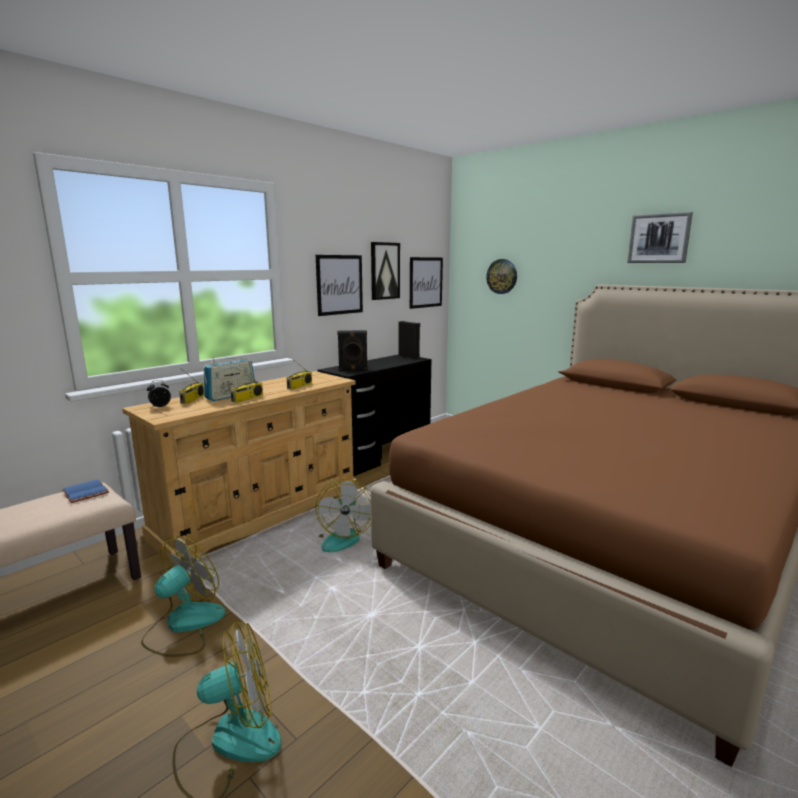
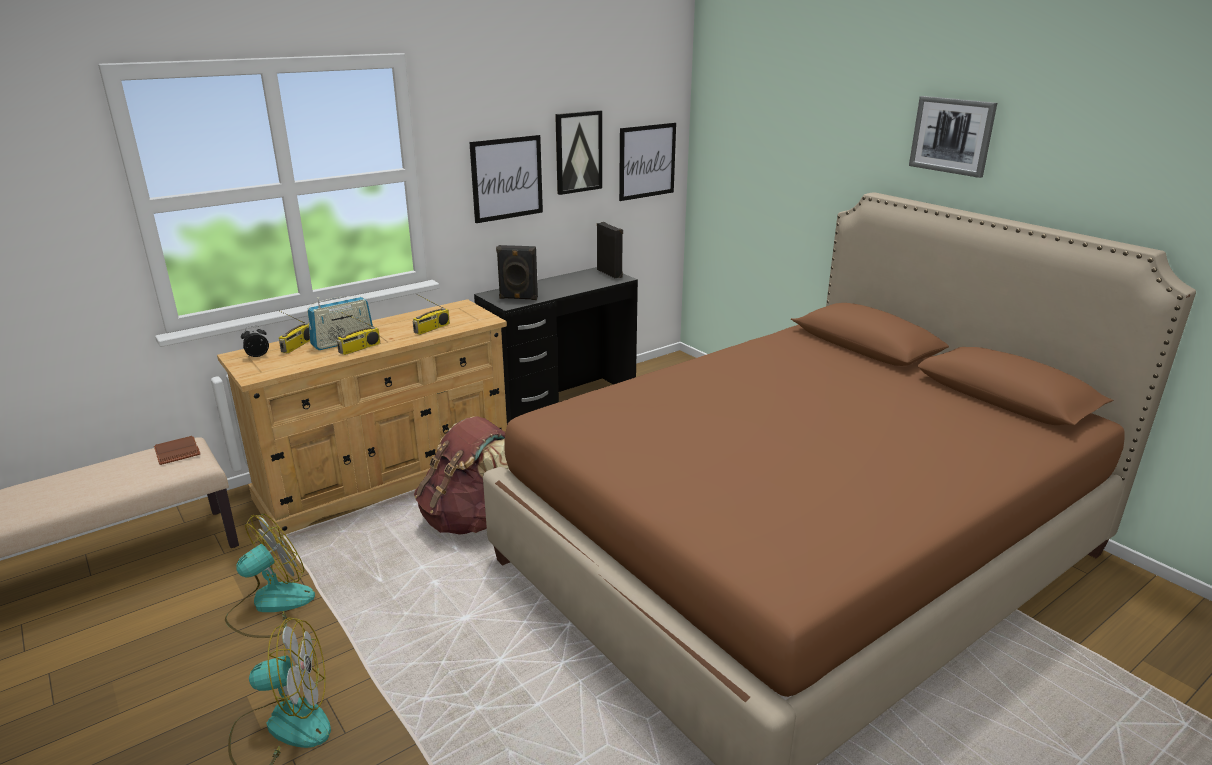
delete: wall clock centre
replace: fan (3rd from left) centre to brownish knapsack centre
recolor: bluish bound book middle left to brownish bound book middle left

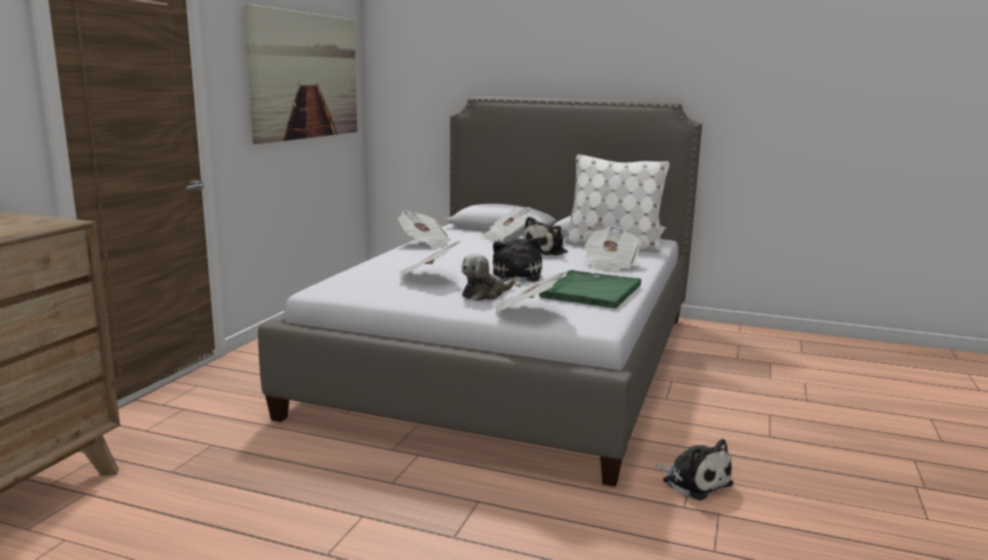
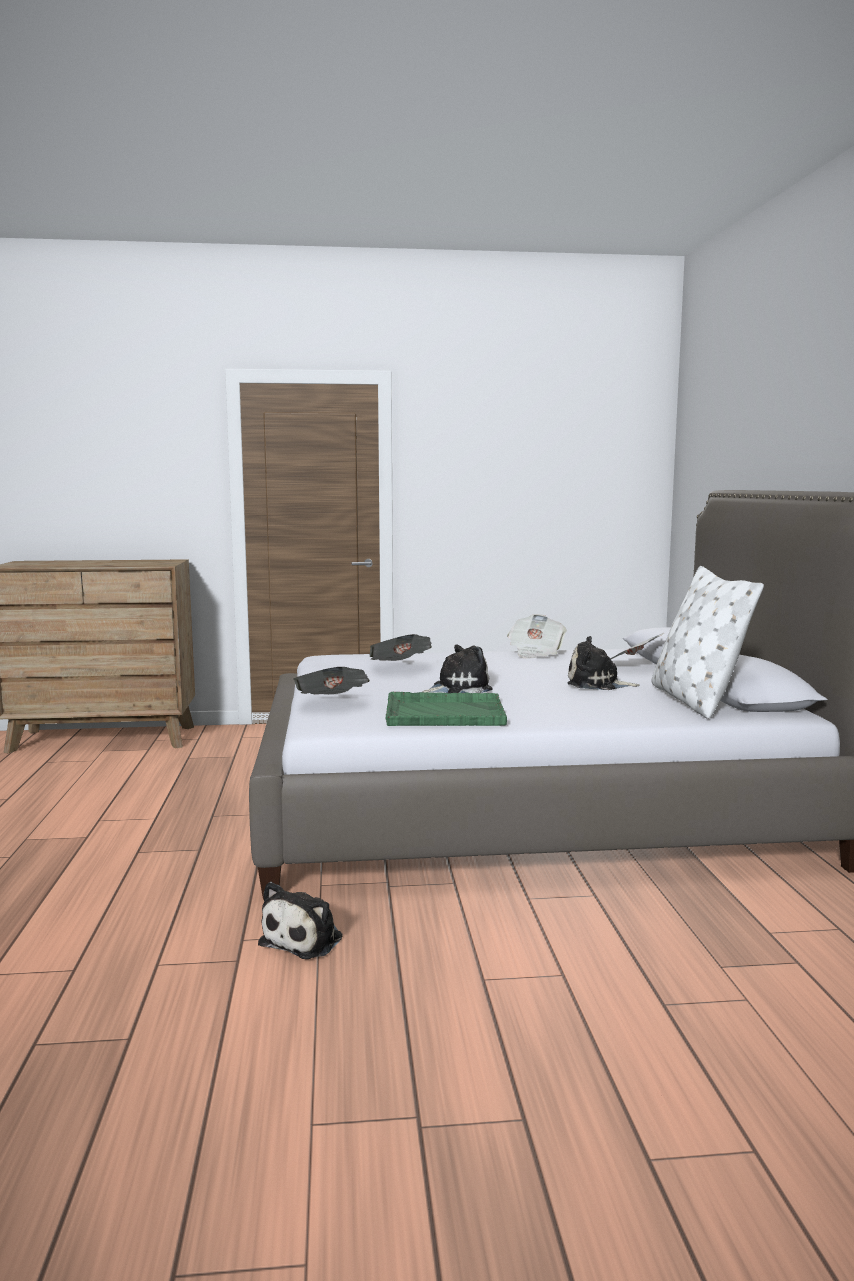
delete: picture top left; daily paper (5th from left) centre; cuddly toy (1st from left) centre

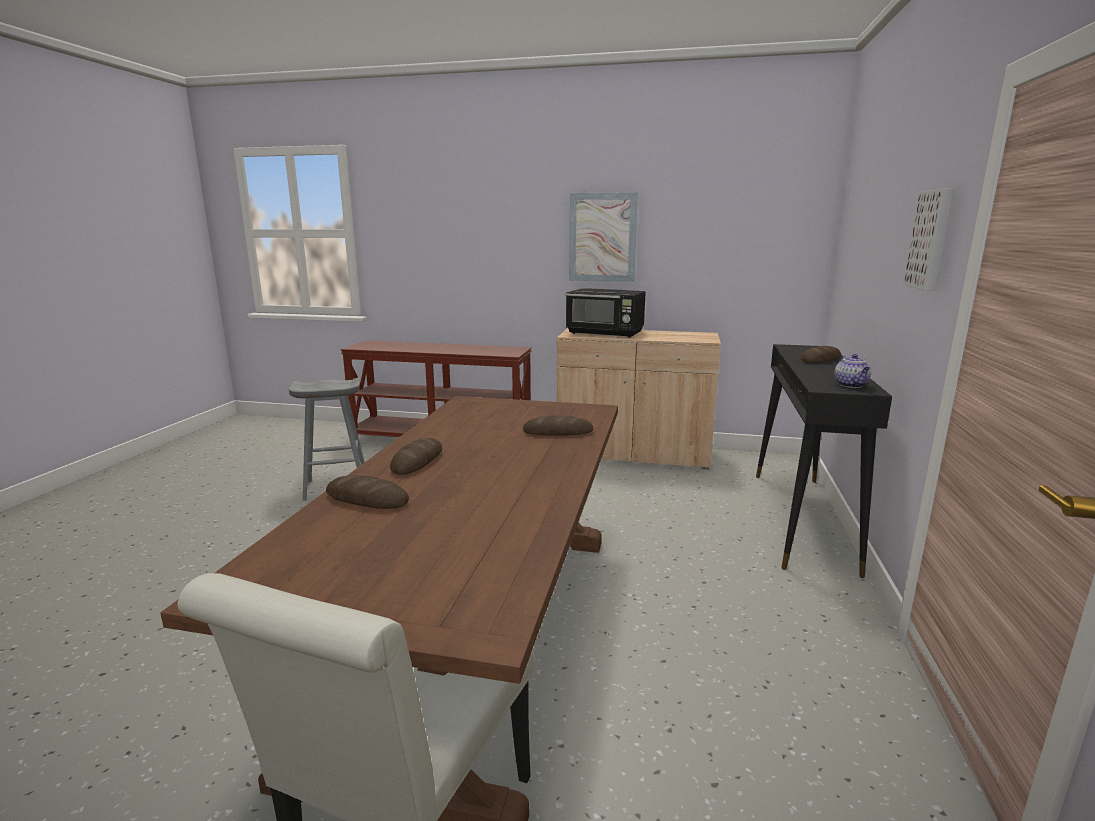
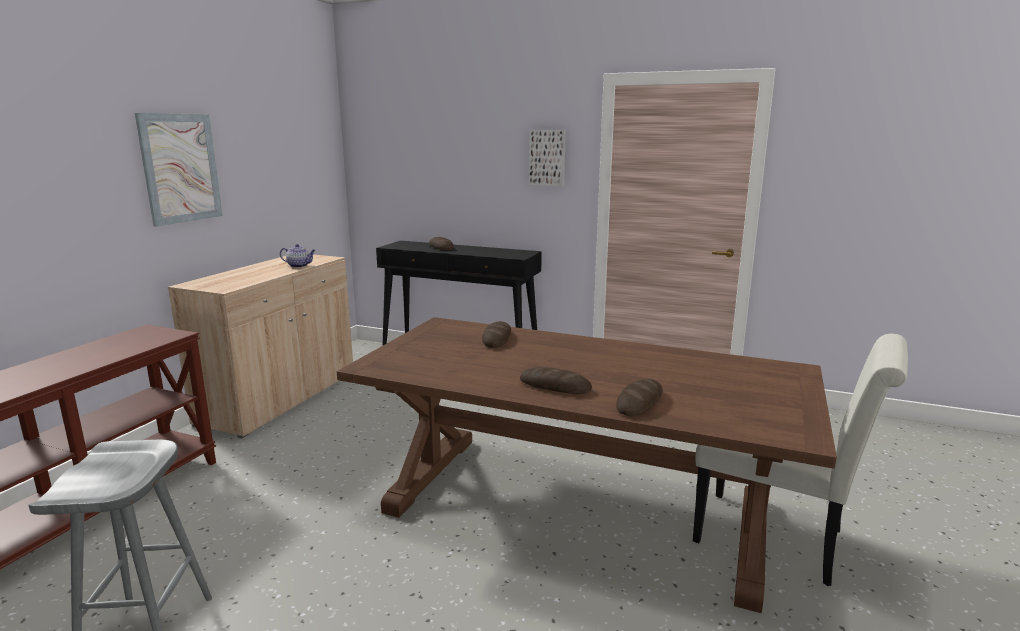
delete: blackish kitchen microwave centre
move: teapot middle right to middle left

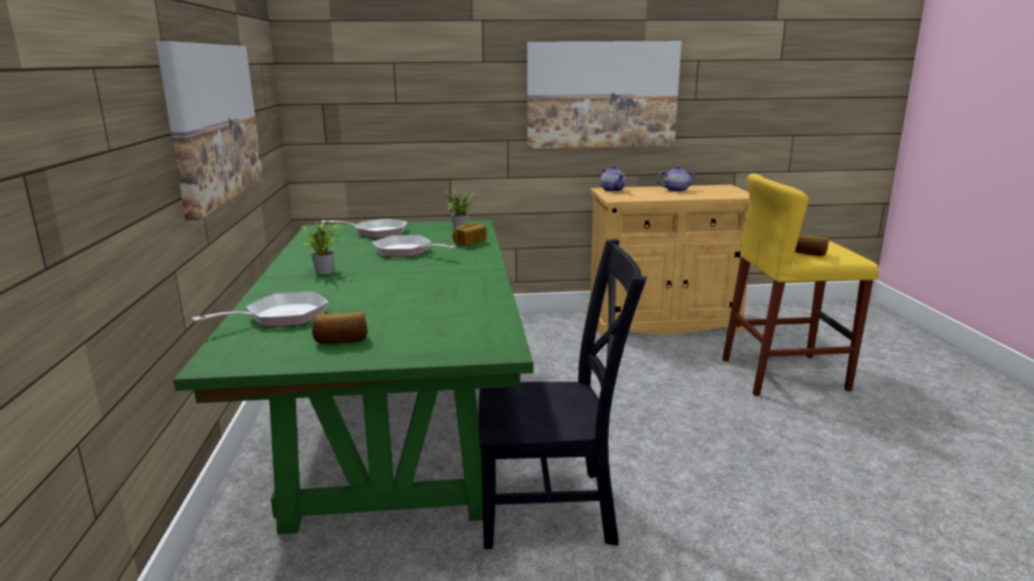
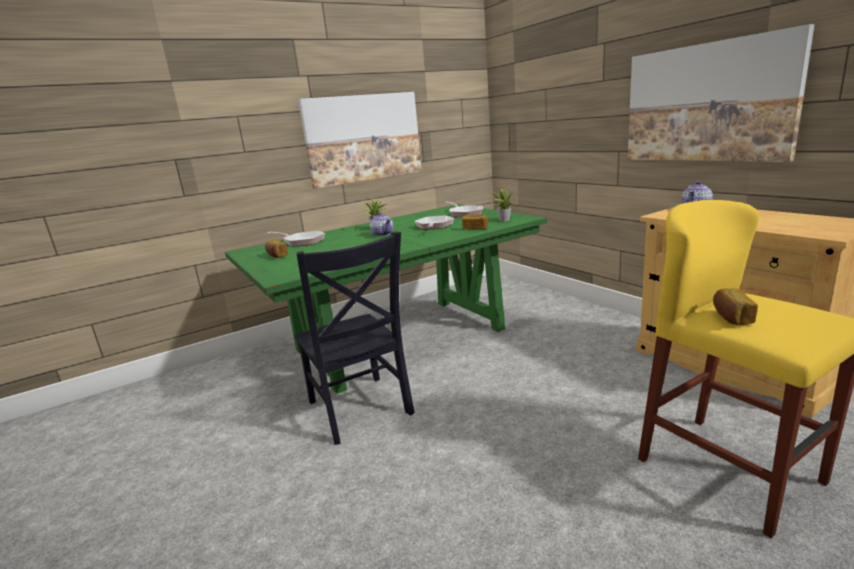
move: teapot (2nd from left in the first image) top centre to teapot (1st from left) centre

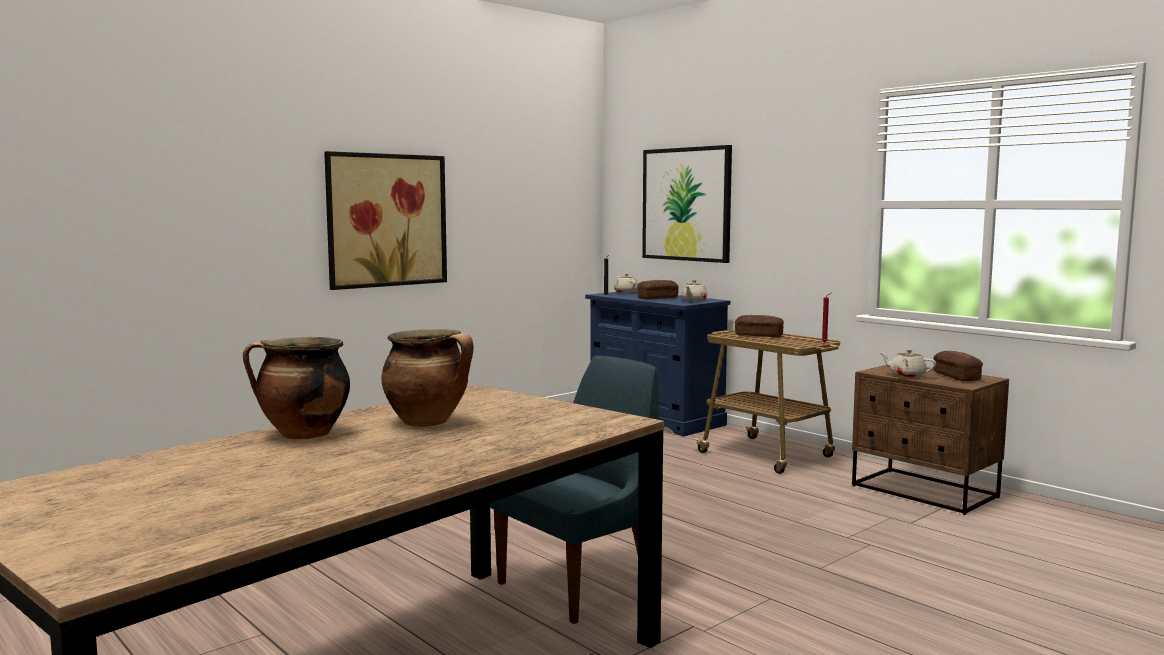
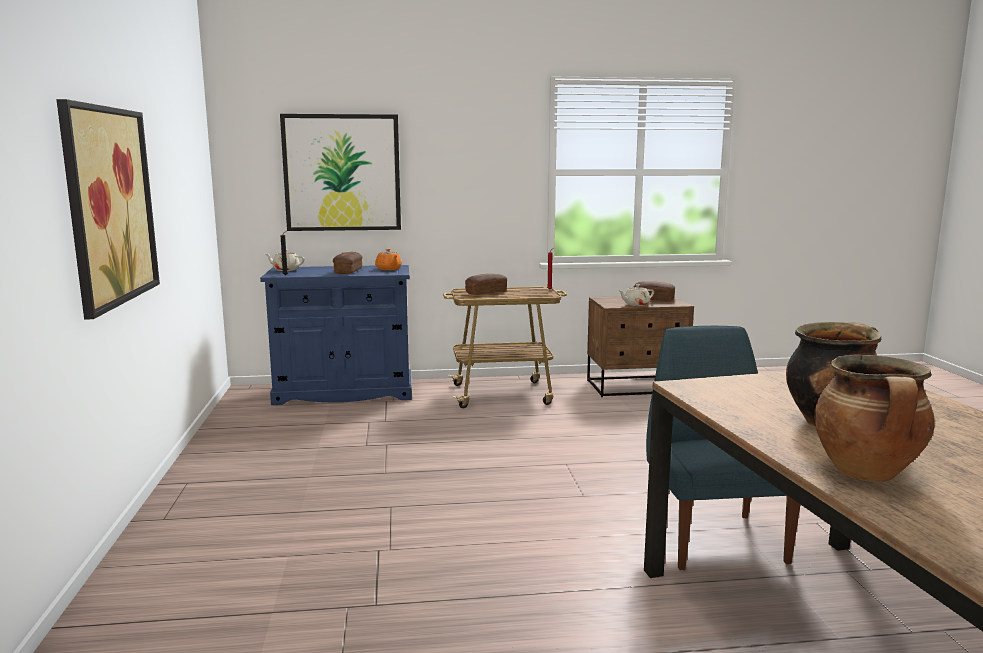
recolor: sand-coloured teapot (2nd from left) centre to orange teapot centre

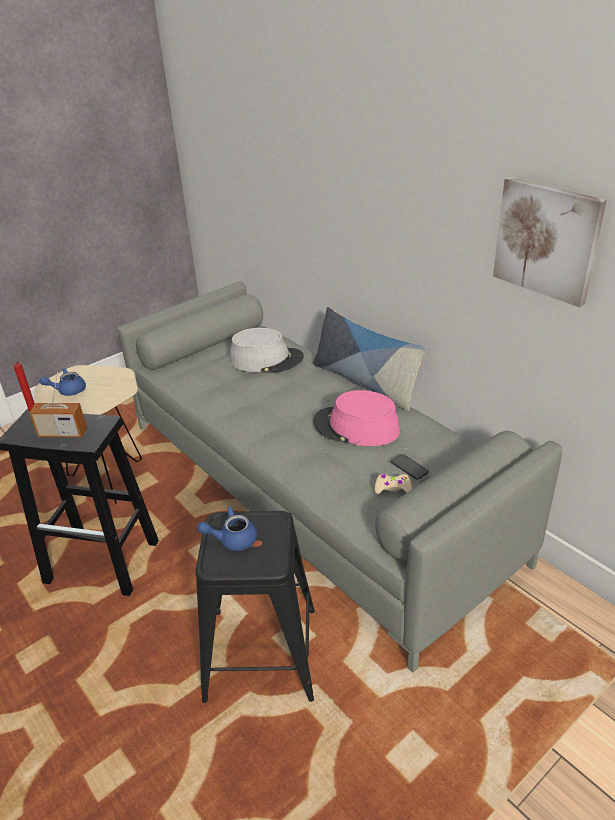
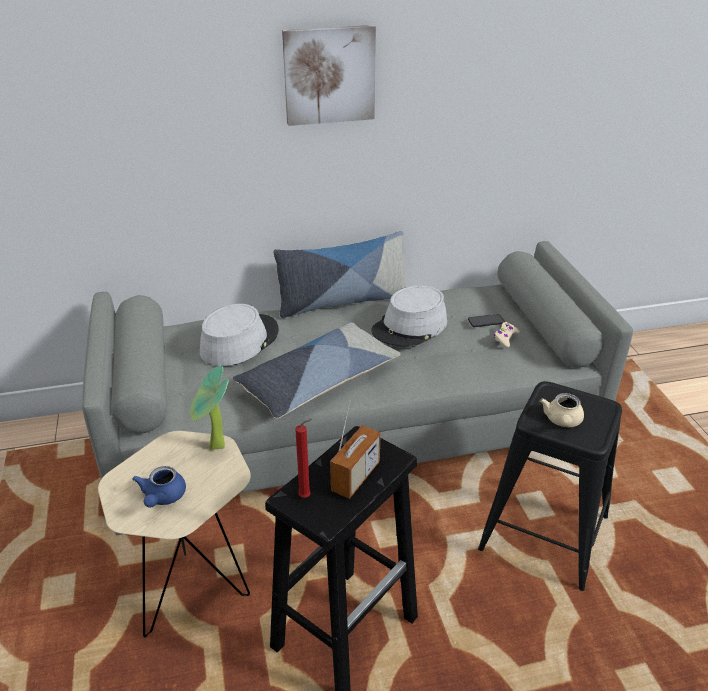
insert: cushion (1st from left) centre; houseplant middle left
move: picture top right to top centre
recolor: pinkish clothing hat centre to greyish clothing hat (2nd from left) centre; bluish teapot (2nd from left) centre to sand-coloured teapot middle right

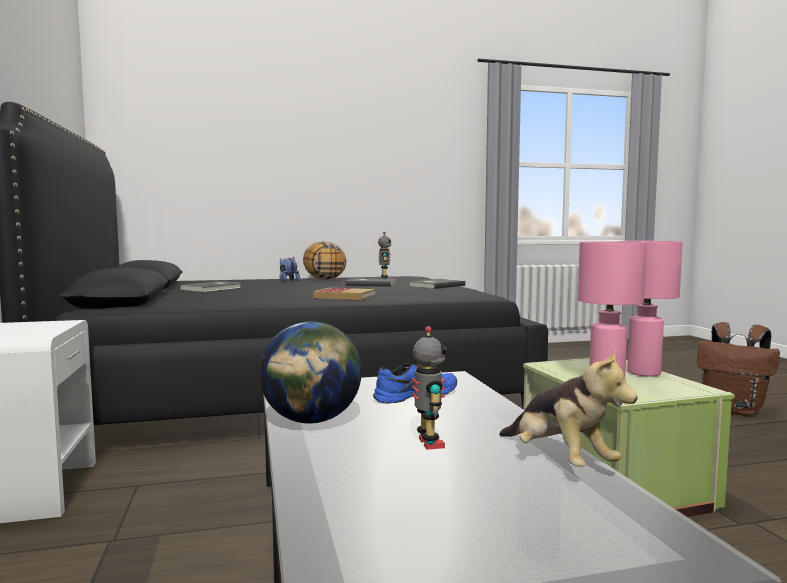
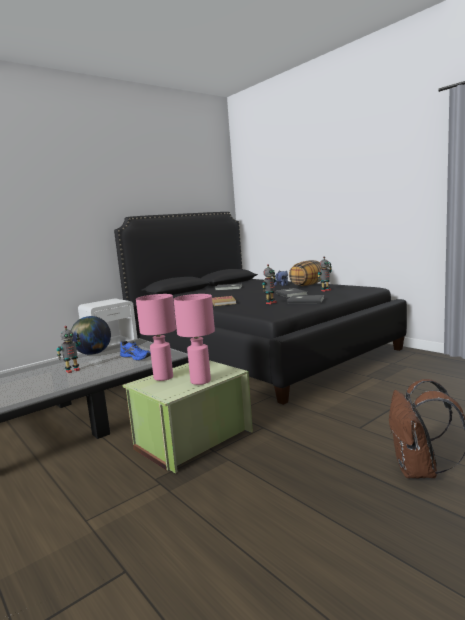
delete: cuddly toy (2nd from left) bottom right
insert: model robot (2nd from left) centre

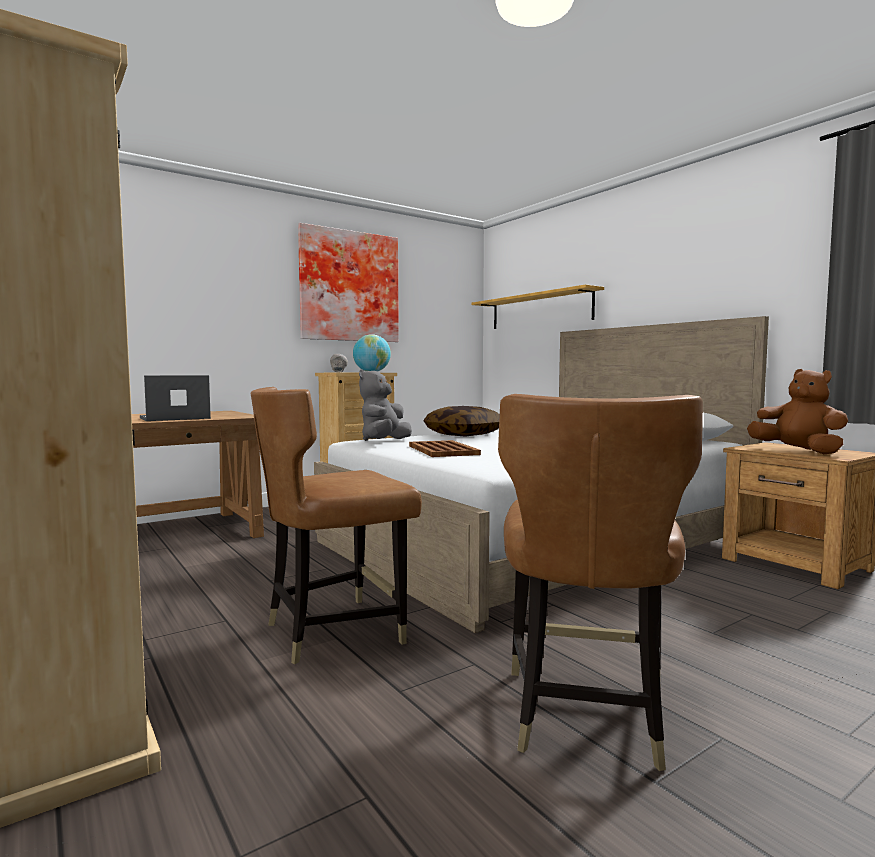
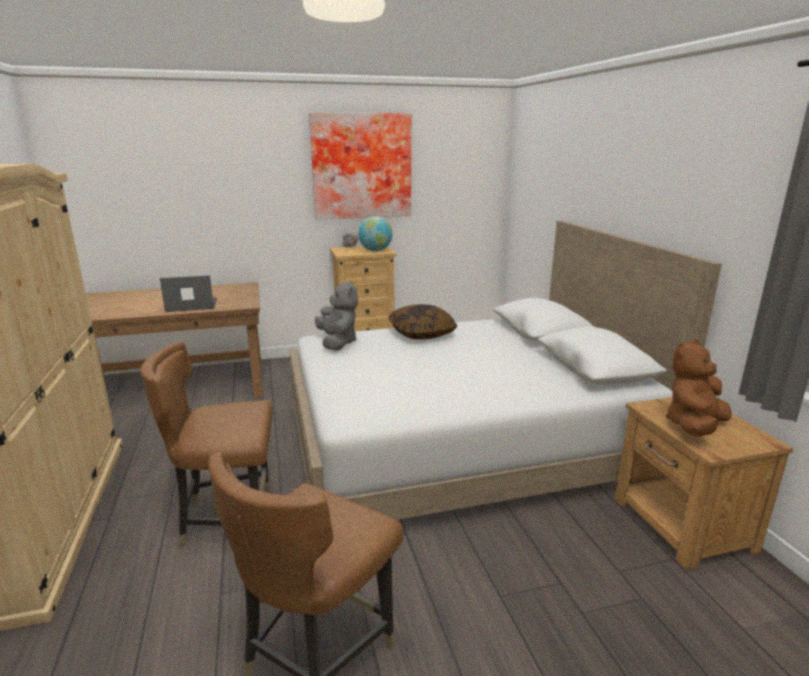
delete: shelf centre; brownish serving tray centre
rotate: greyish cuddly toy centre = centre 120 degrees clockwise; brownish cuddly toy middle right = middle right 120 degrees counterclockwise

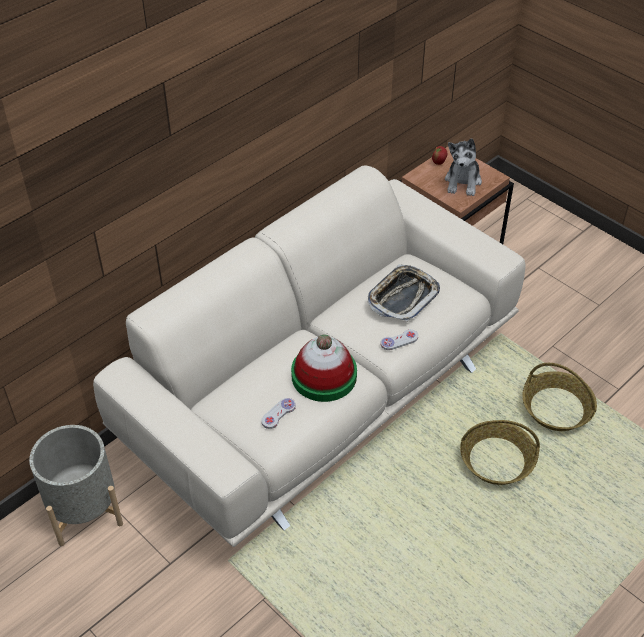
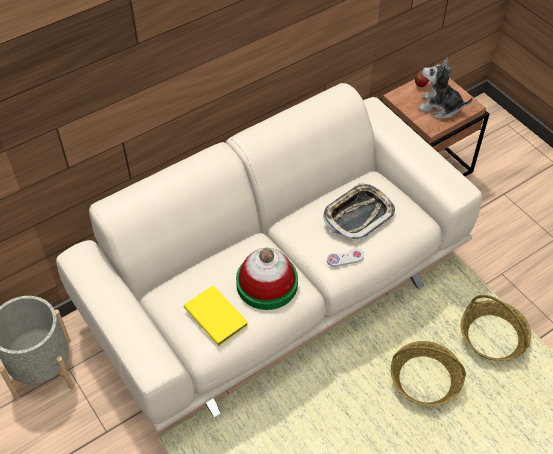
replace: white joypad (1st from left) centre to yellowish bound book bottom centre
rotate: cuddly toy top right = top right 90 degrees clockwise

